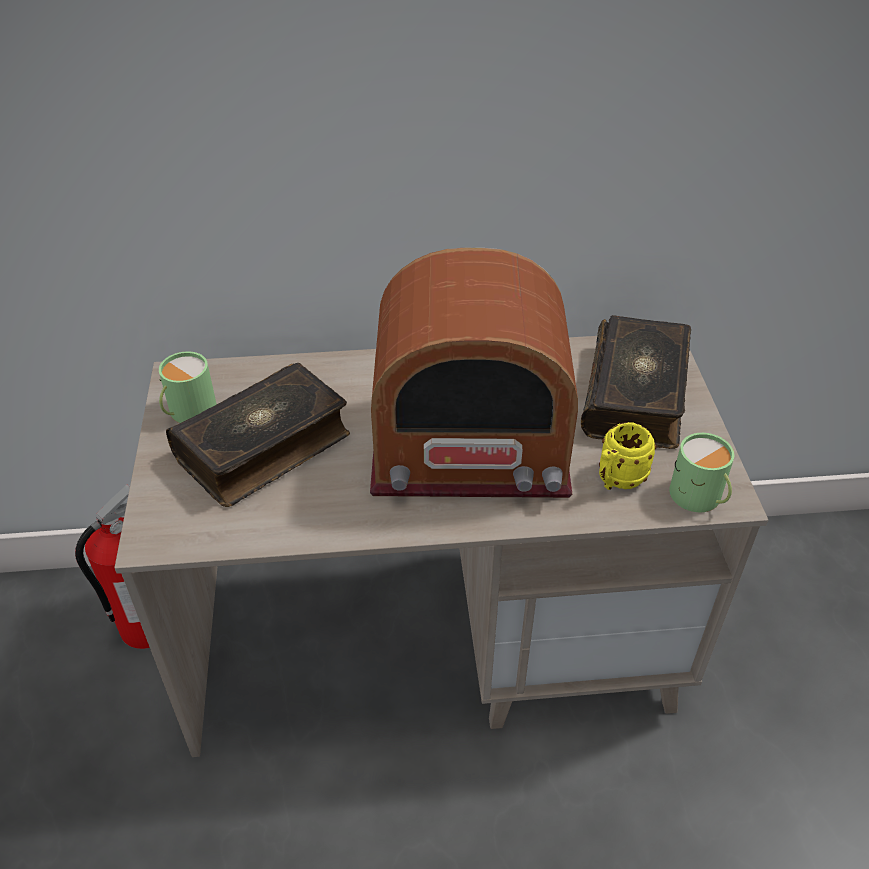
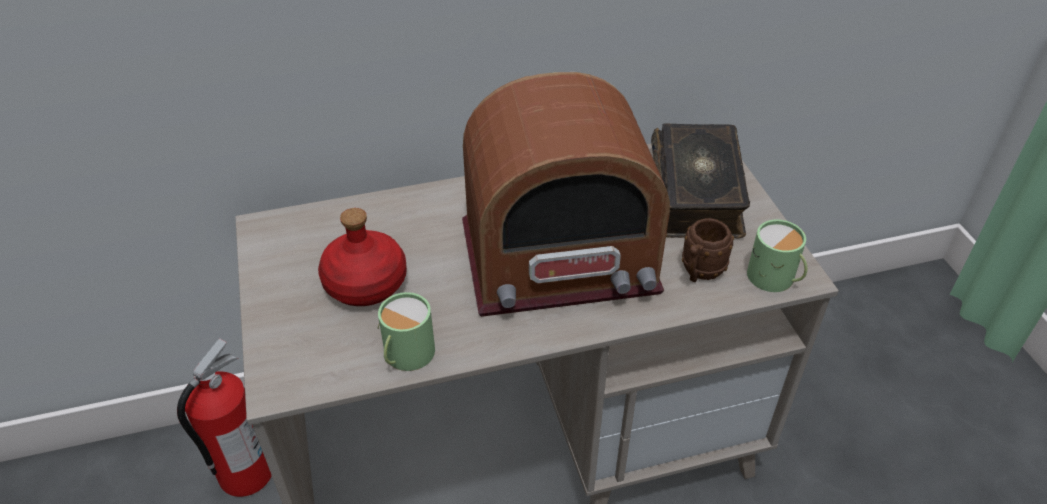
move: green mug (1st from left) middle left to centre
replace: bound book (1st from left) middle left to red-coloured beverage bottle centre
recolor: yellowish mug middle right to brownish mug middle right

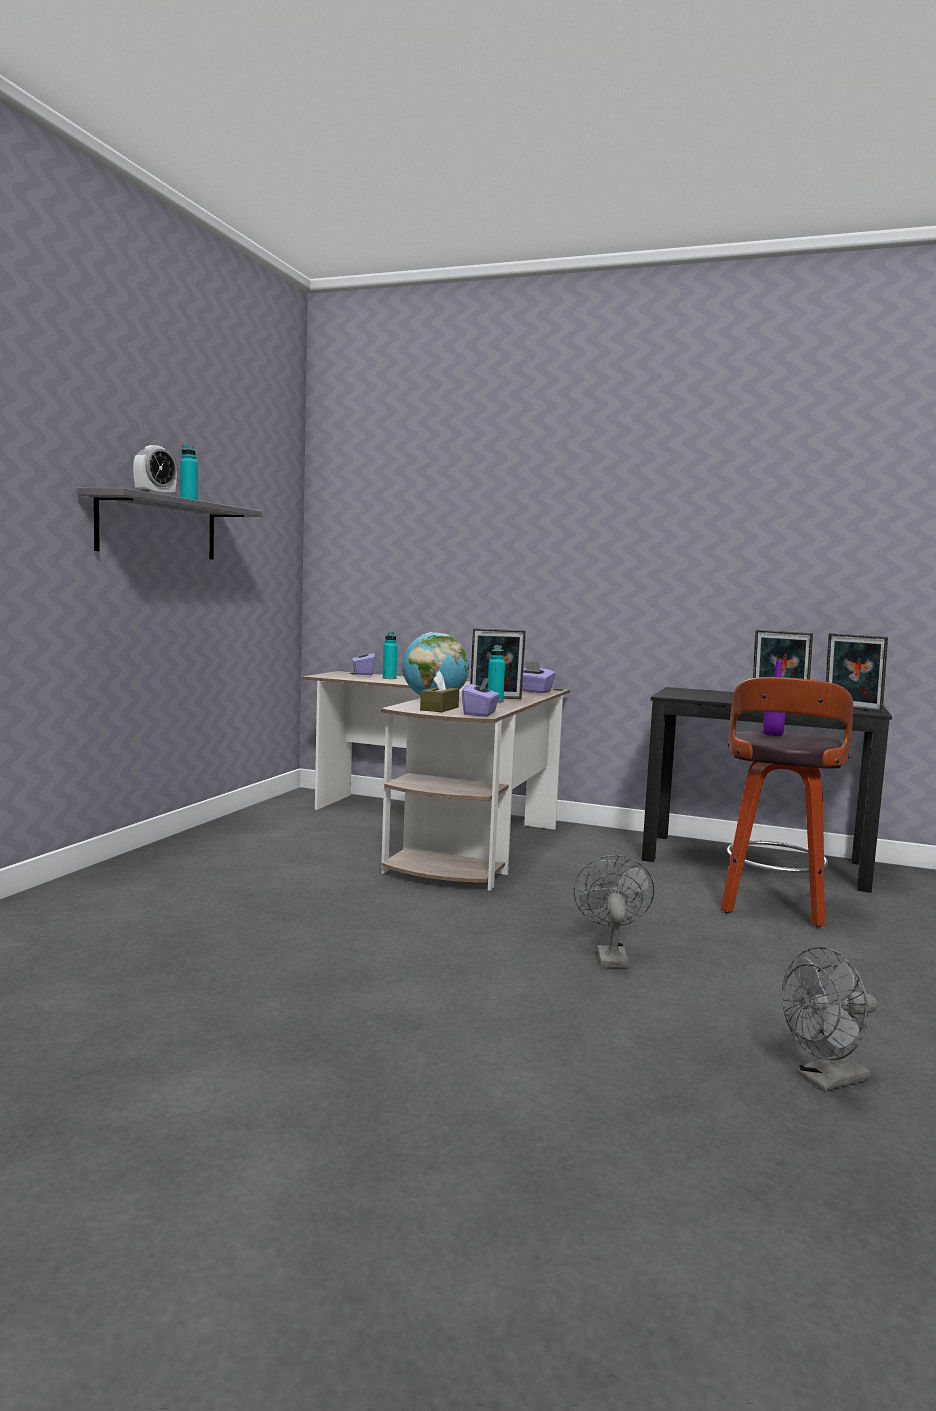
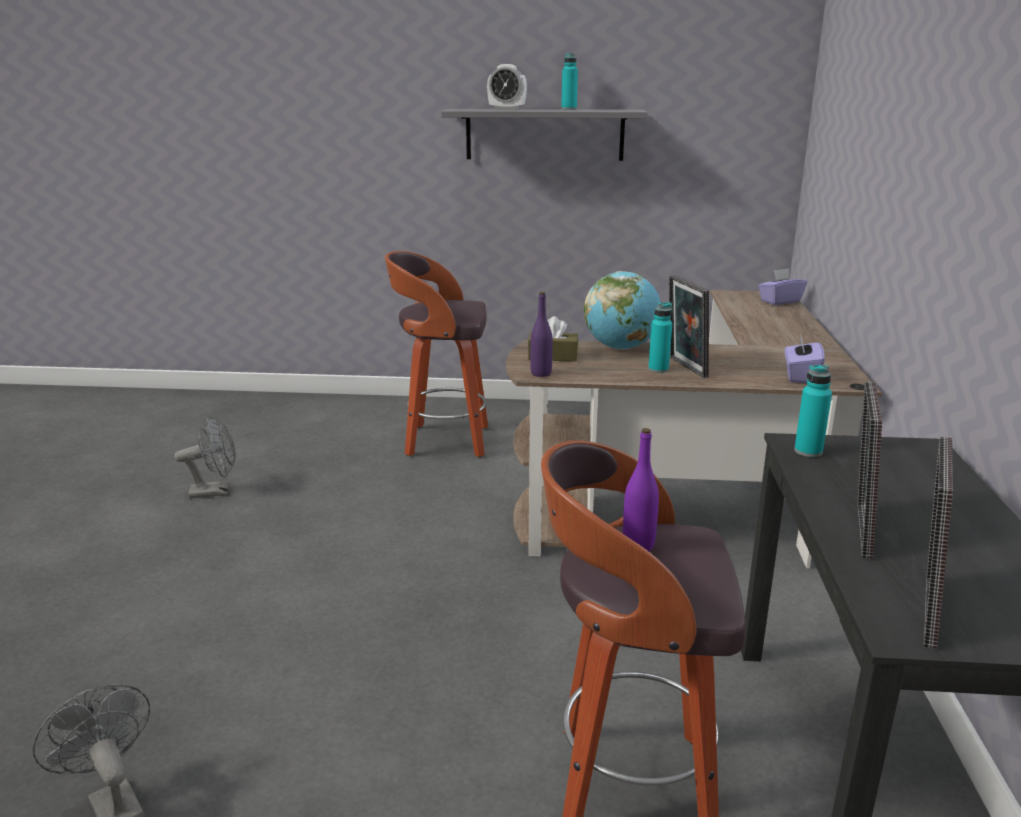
insert: sitting stool (1st from left) centre
move: blue-green beverage bottle (2nd from left in the first image) centre to blue-green beverage bottle (3rd from left) middle right; greyish fan (1st from left in the first image) centre to greyish fan (2nd from left) middle left
replace: purple-coloured tissue holder (2nd from left) centre to purple-coloured beverage bottle (1st from left) centre

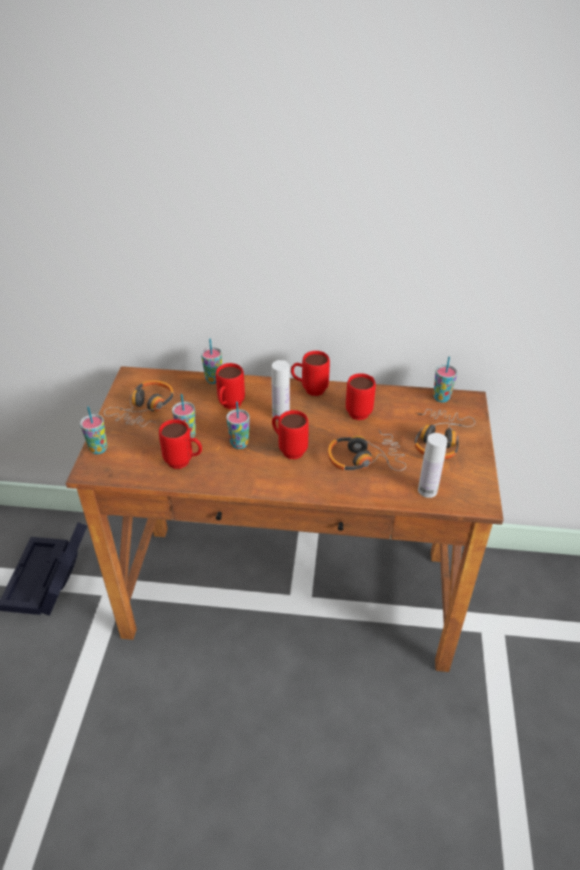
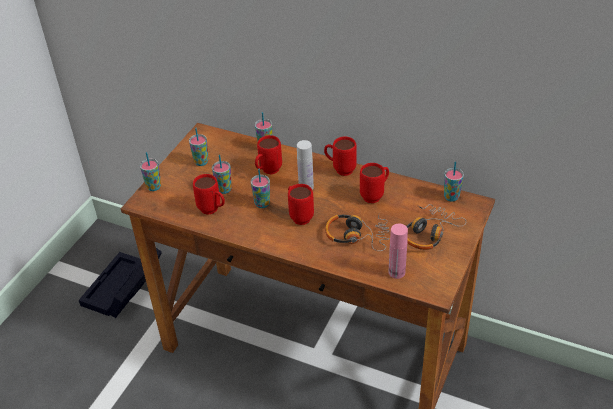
replace: headphones (1st from left) middle left to cup (2nd from left) middle left
recolor: white beverage bottle (2nd from left) middle right to pinkish beverage bottle centre

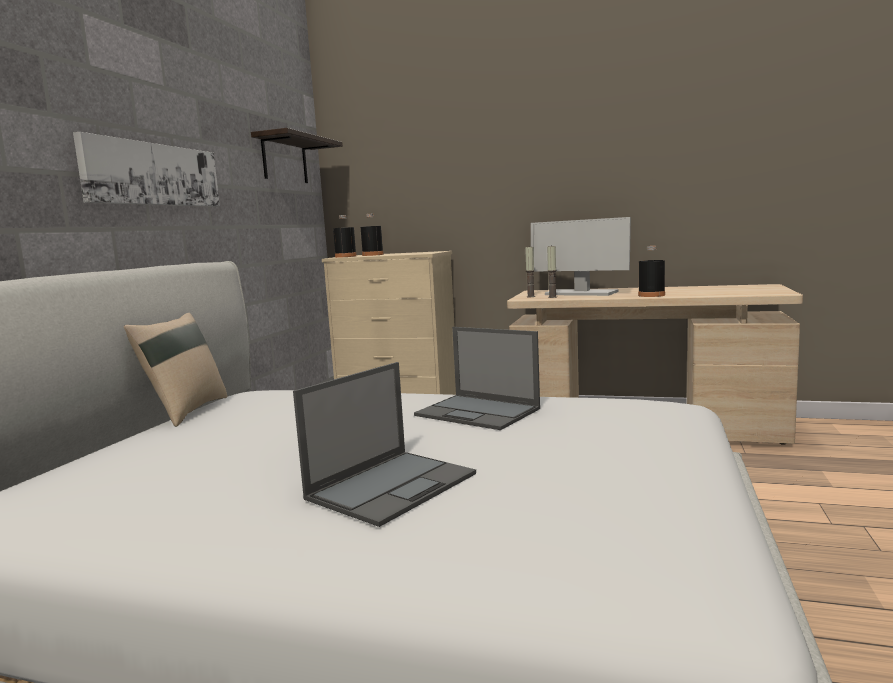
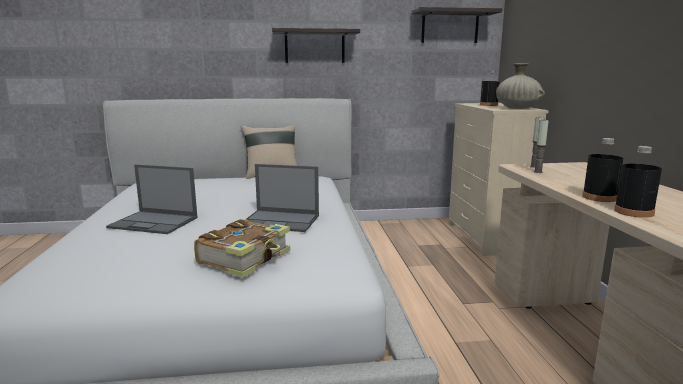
delete: computer screen centre
insert: sand-coloured vase top right; bound book centre
move: blackish beverage bottle (1st from left in the first image) centre to blackish beverage bottle (3rd from left) middle right
replace: picture top left to shelf (1st from left) top centre
rotate: portable computer (2nd from left) centre = centre 90 degrees counterclockwise

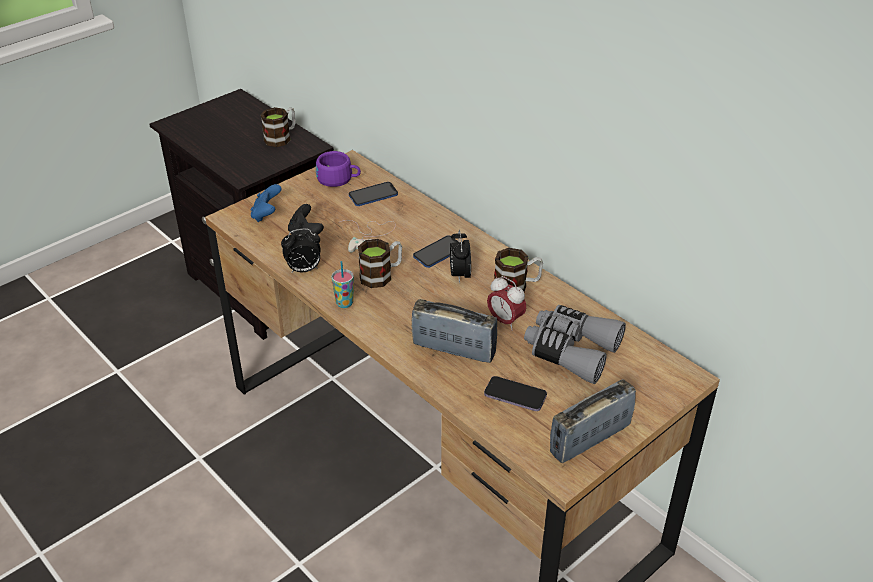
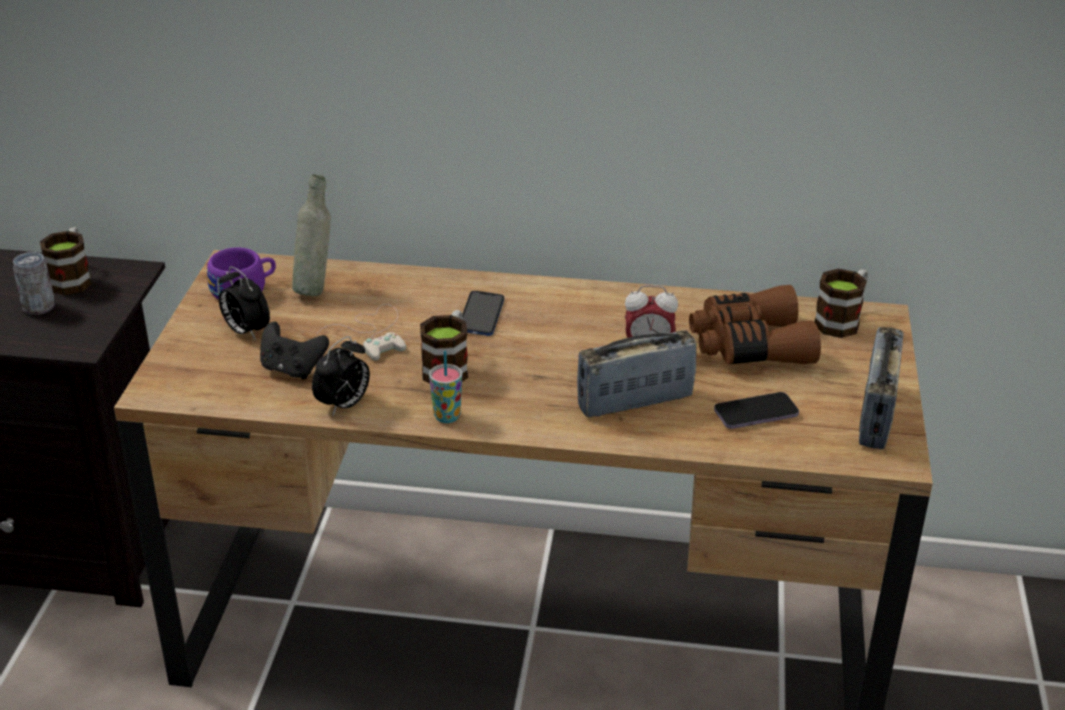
delete: bluish joypad middle left
insert: sealed can middle left
move: table clock (2nd from left in the first image) centre to table clock (1st from left) middle left; mug (3rd from left) centre to middle right
replace: telephone (1st from left) centre to greyish beverage bottle top left
recolor: greyish field glasses centre to brownish field glasses middle right

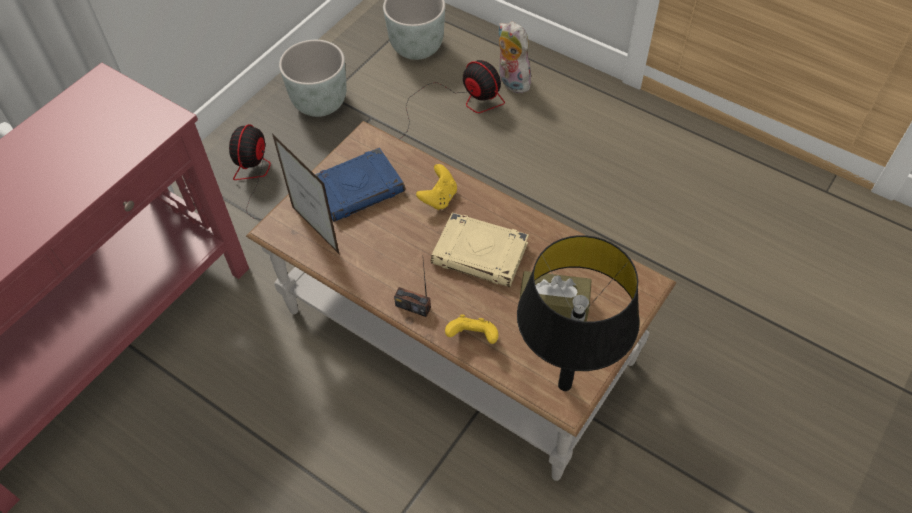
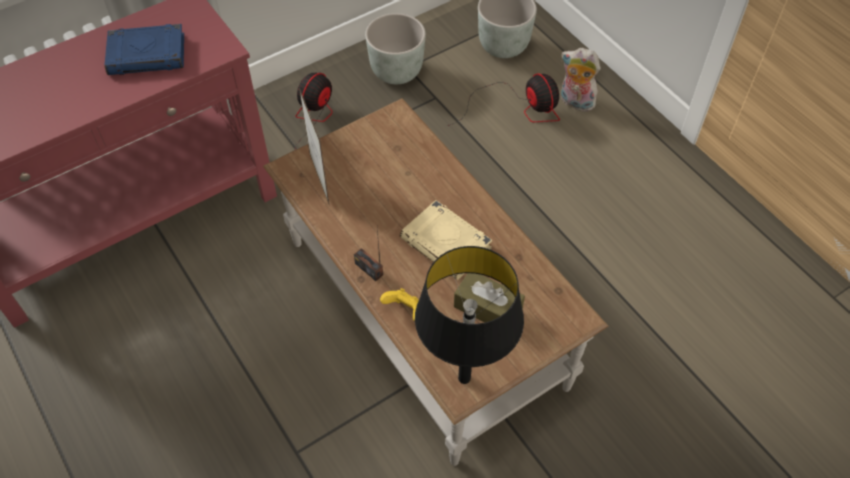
delete: yellowish joypad (1st from left) centre
move: bluish bound book centre to top left
rotate: cuddly toy top centre = top right 45 degrees counterclockwise

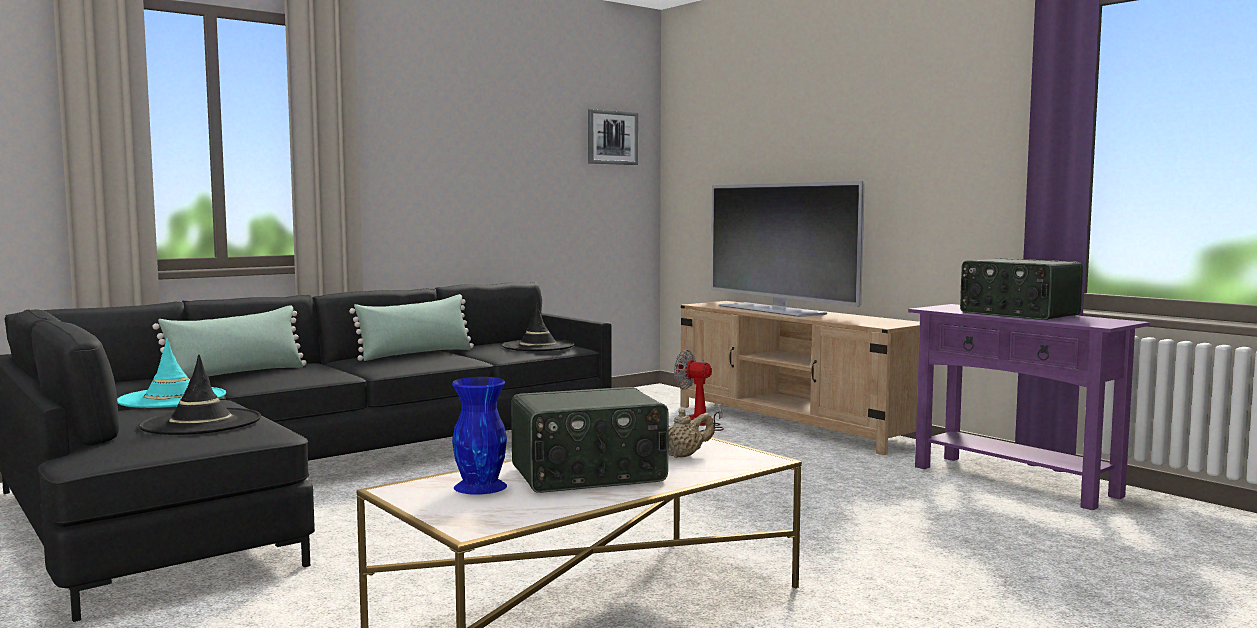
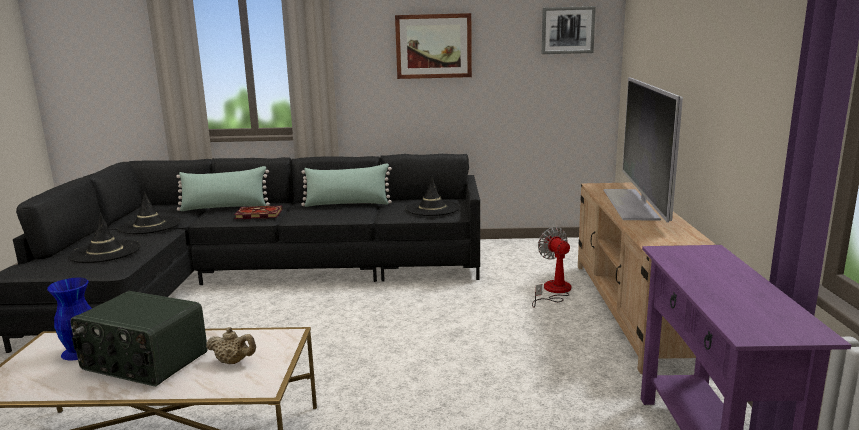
delete: radio set (2nd from left) middle right
insert: picture (1st from left) top centre; bound book middle left
recolor: blue-green clothing hat middle left to blackish clothing hat (2nd from left) middle left

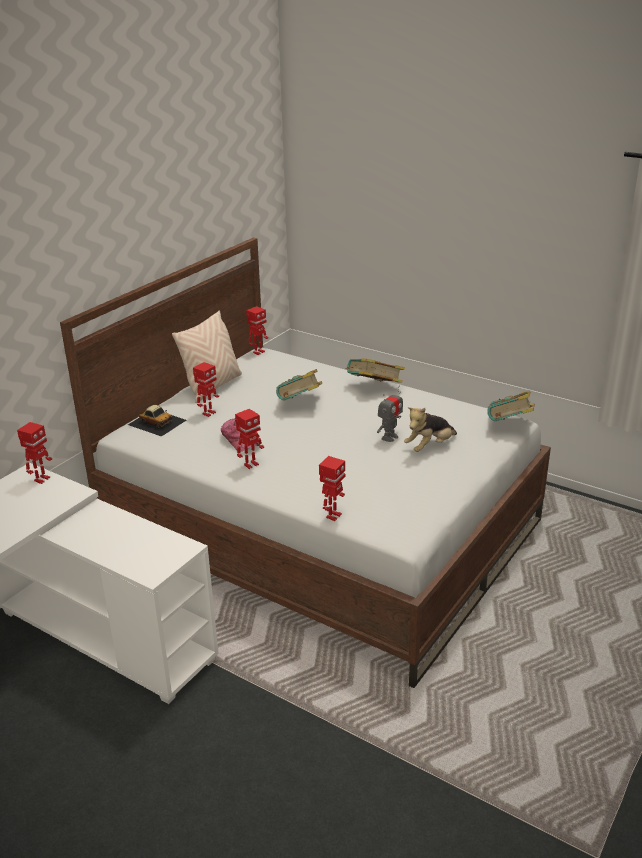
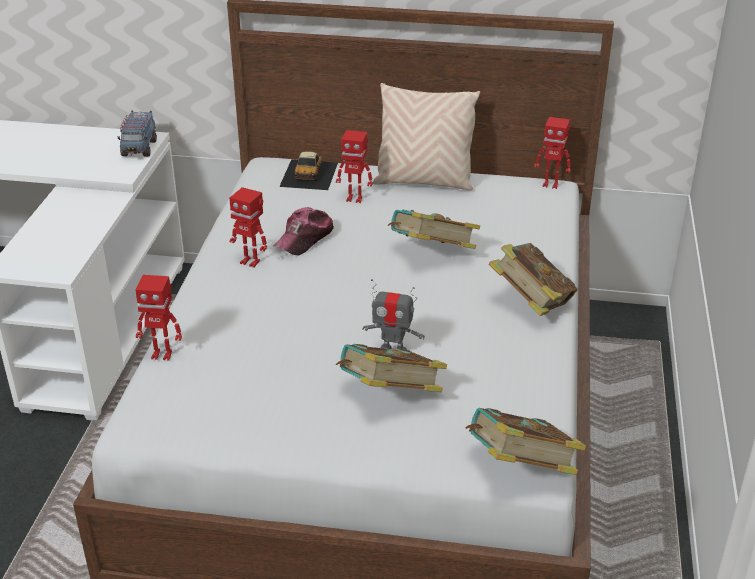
replace: cuddly toy middle right to bound book (1st from left) centre; model robot (1st from left) middle left to toy lorry top left

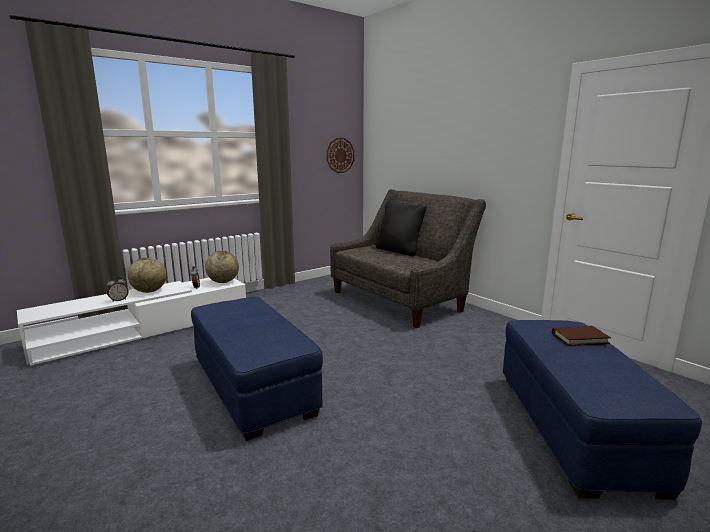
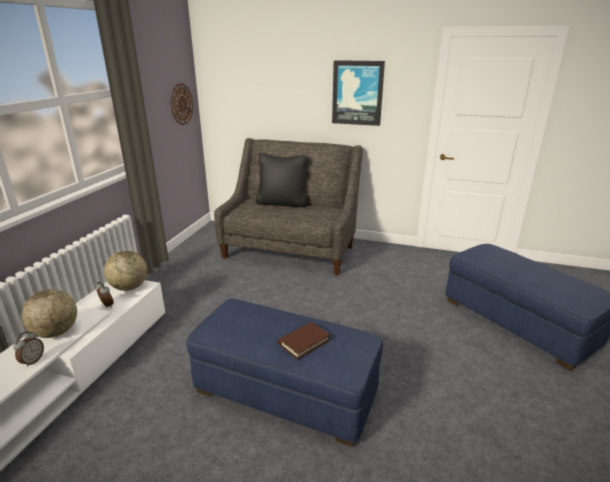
insert: picture top centre
move: brownish bound book middle right to bottom centre

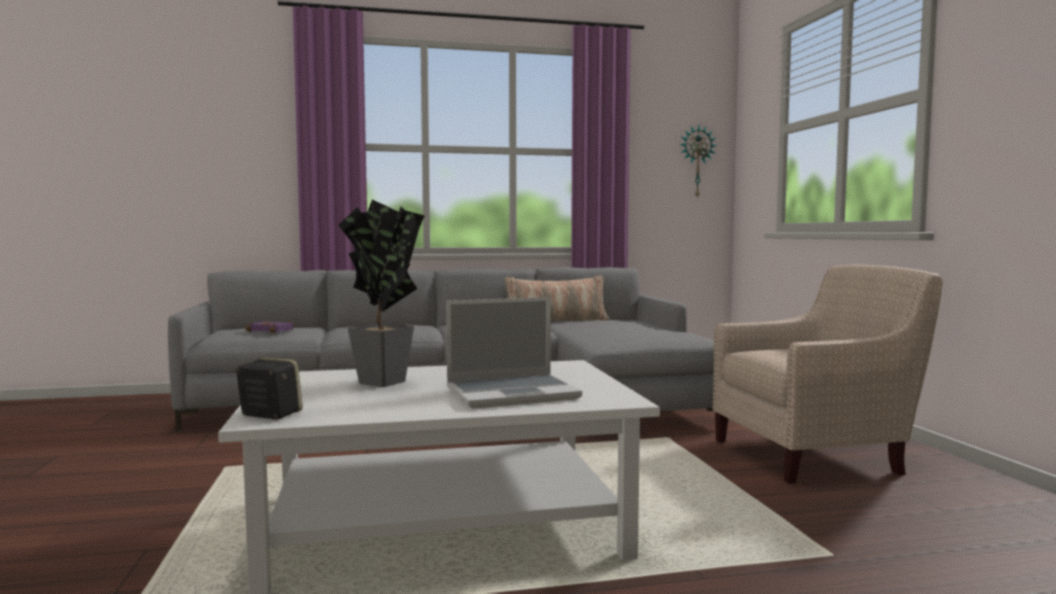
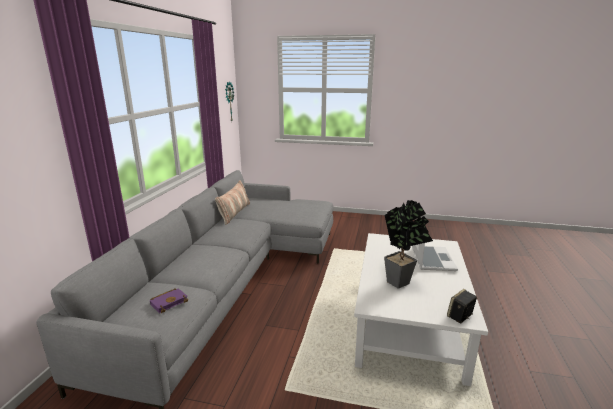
delete: sand-coloured lounge chair middle right

